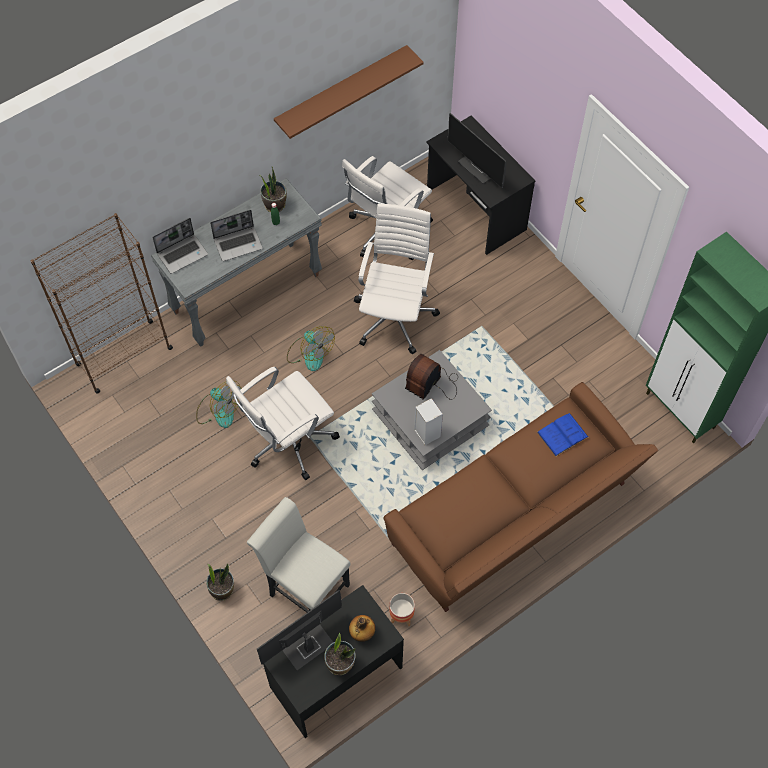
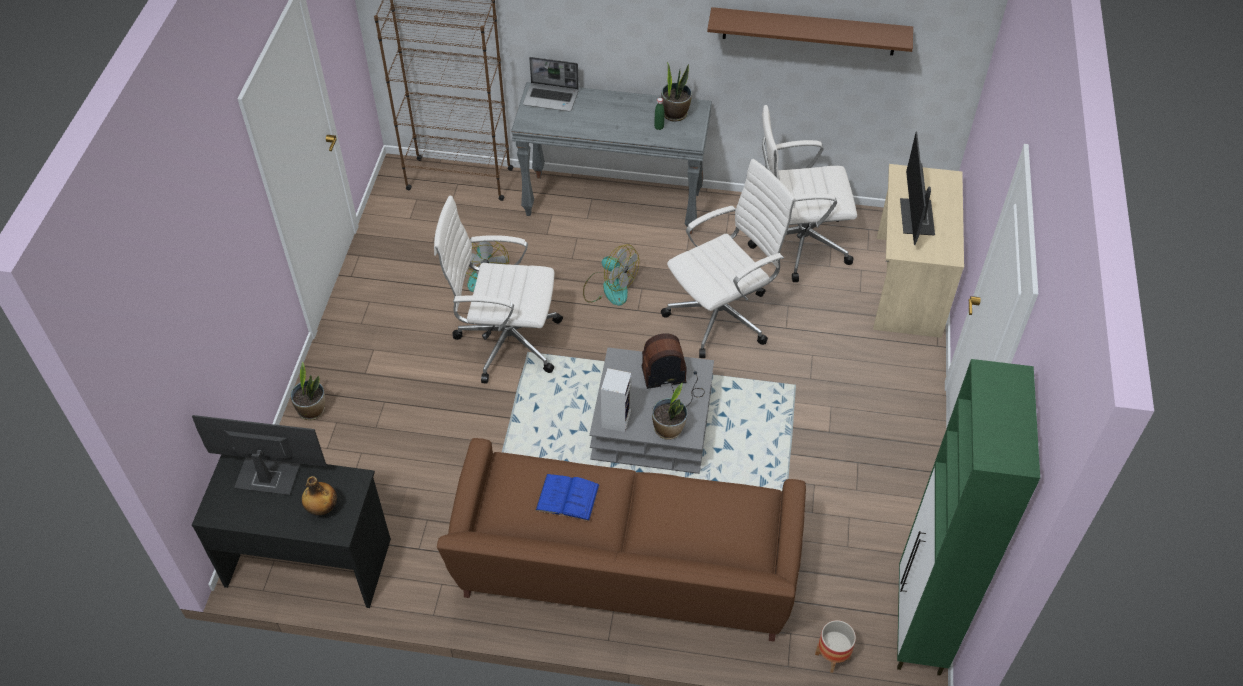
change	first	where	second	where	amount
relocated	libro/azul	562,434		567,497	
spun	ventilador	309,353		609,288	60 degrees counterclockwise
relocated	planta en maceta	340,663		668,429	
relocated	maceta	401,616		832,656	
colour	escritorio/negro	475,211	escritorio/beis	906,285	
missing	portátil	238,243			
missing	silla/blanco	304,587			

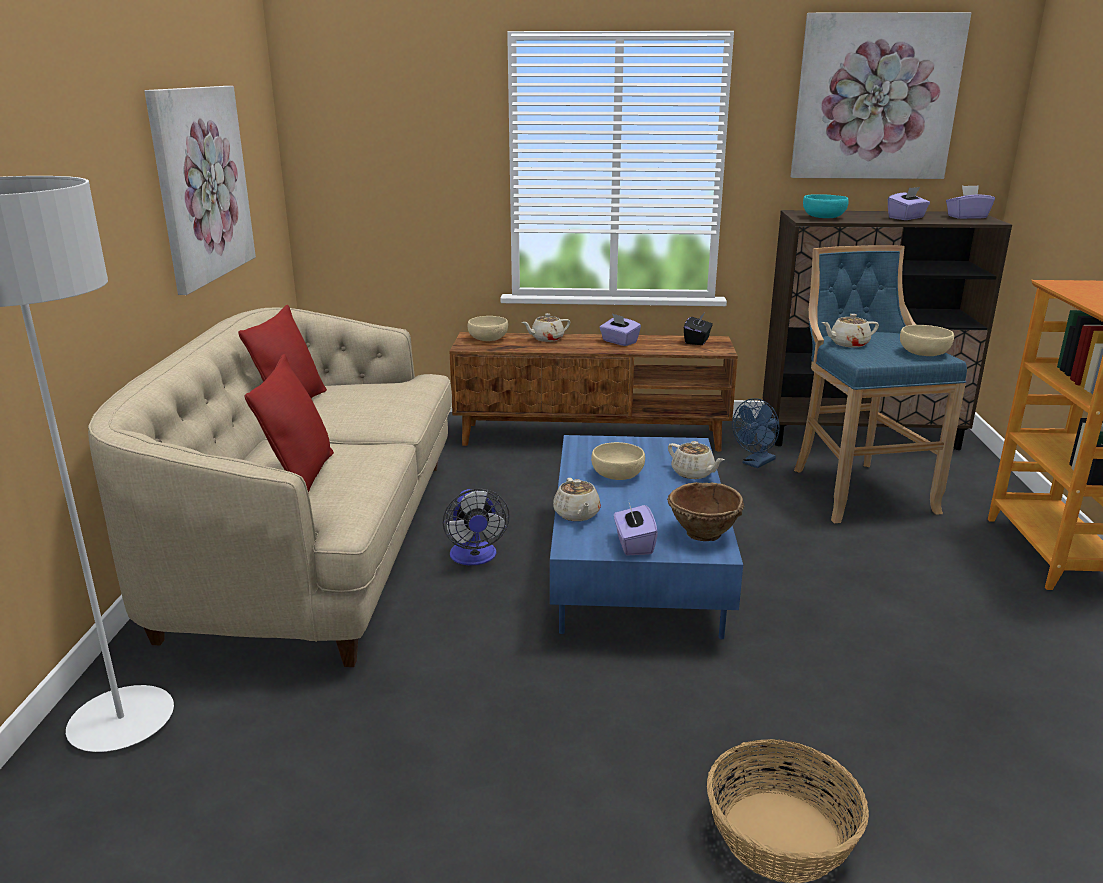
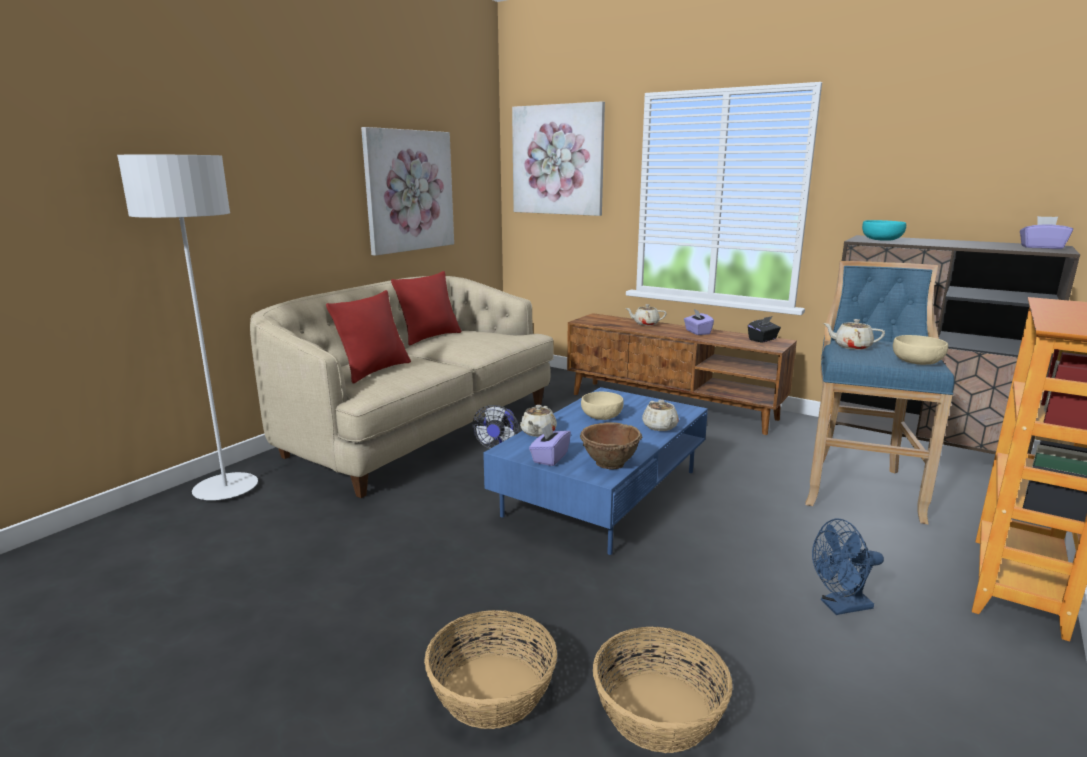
change	first	where	second	where	amount
relocated	cuadro	876,98		557,160	
appeared			cesta	658,712	
relocated	ventilador/azul	756,463		840,606	
missing	cuenco/beis	488,338			
missing	caja de pañuelos/morado	906,218			

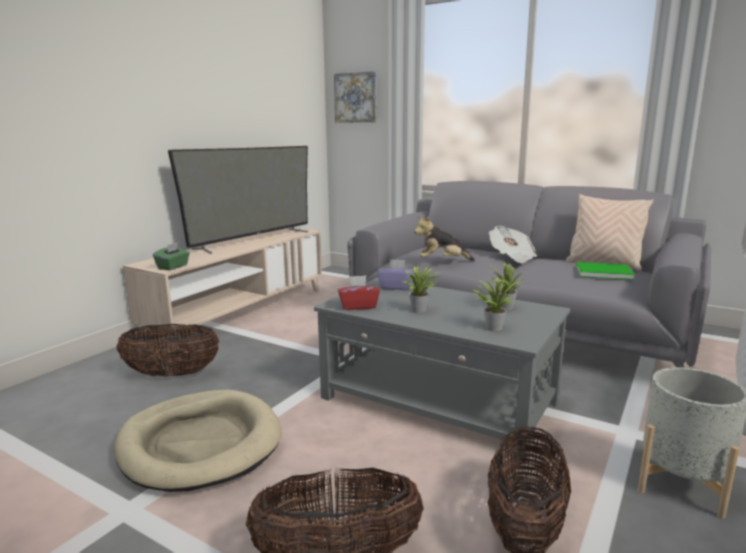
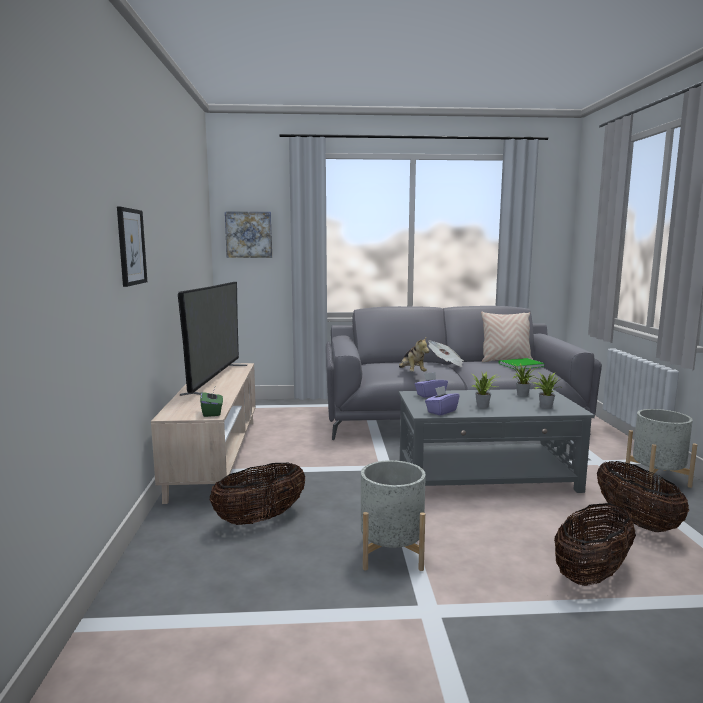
change	first	where	second	where	amount
appeared			cuadro	131,247	
exchanged	cama para perro/beis	200,444	maceta/gris	391,554	
spun	peluche	442,261		412,373	75 degrees counterclockwise
colour	caja de pañuelos/rojo	358,306	caja de pañuelos/morado	441,411	

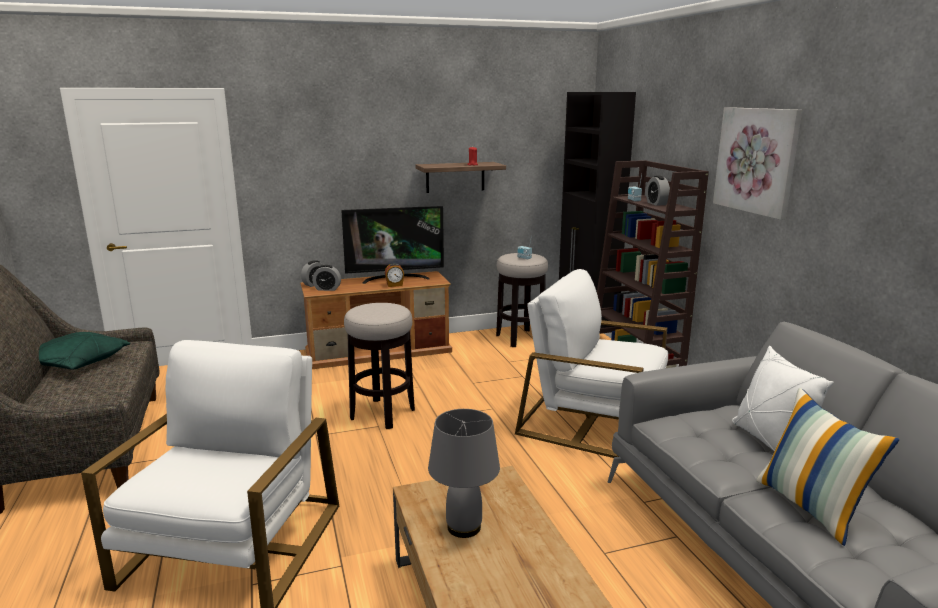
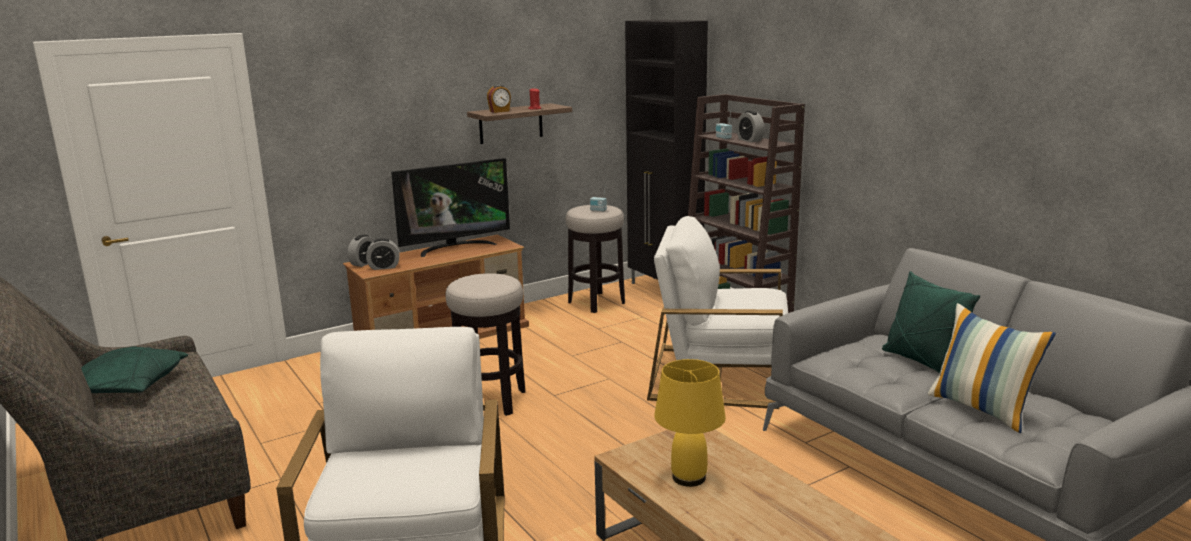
change	first	where	second	where	amount
relocated	despertador	394,285		499,111	
colour	lámpara de mesa/gris	464,527	lámpara de mesa/amarillo	689,478	
colour	cojín/blanco	769,442	cojín/verde	922,362	
missing	cuadro	756,160			

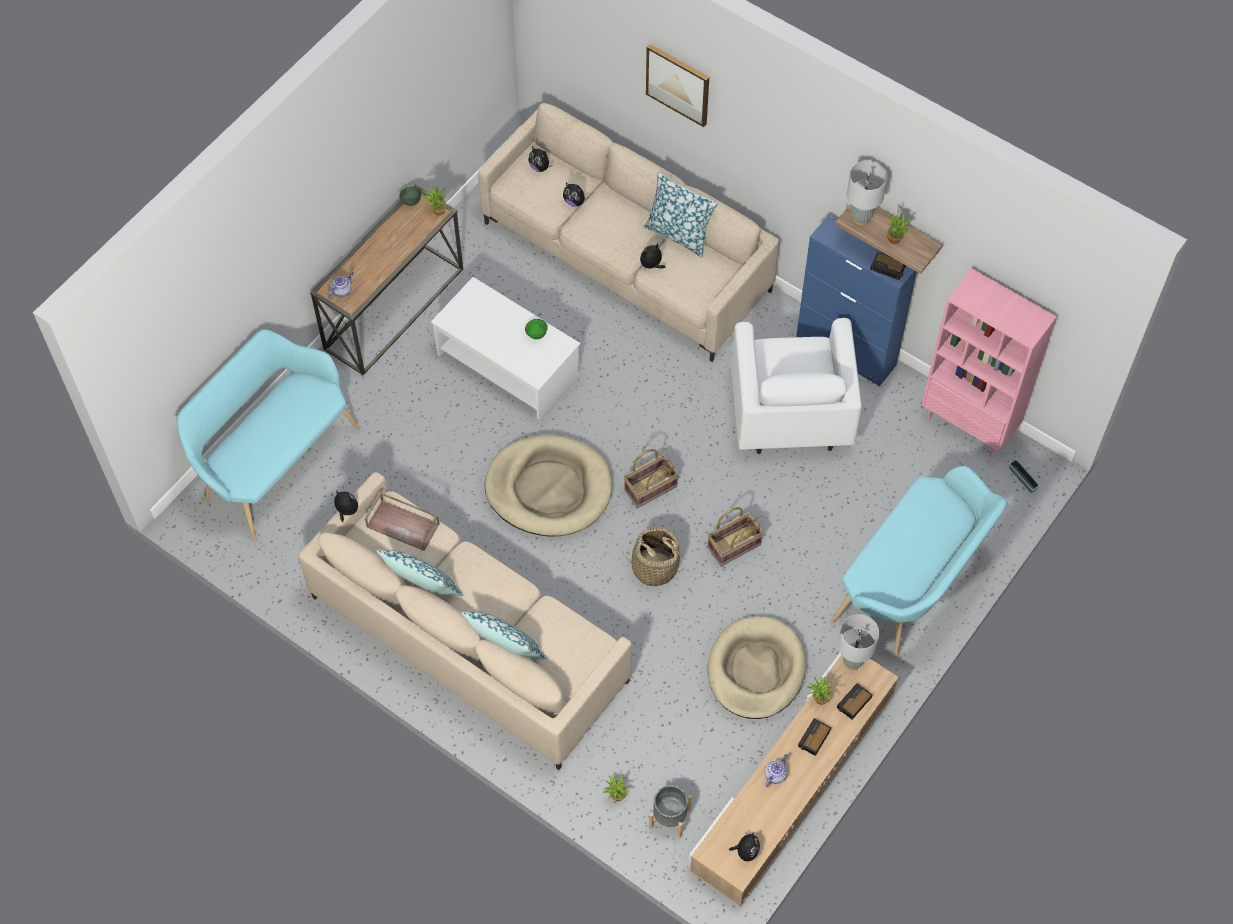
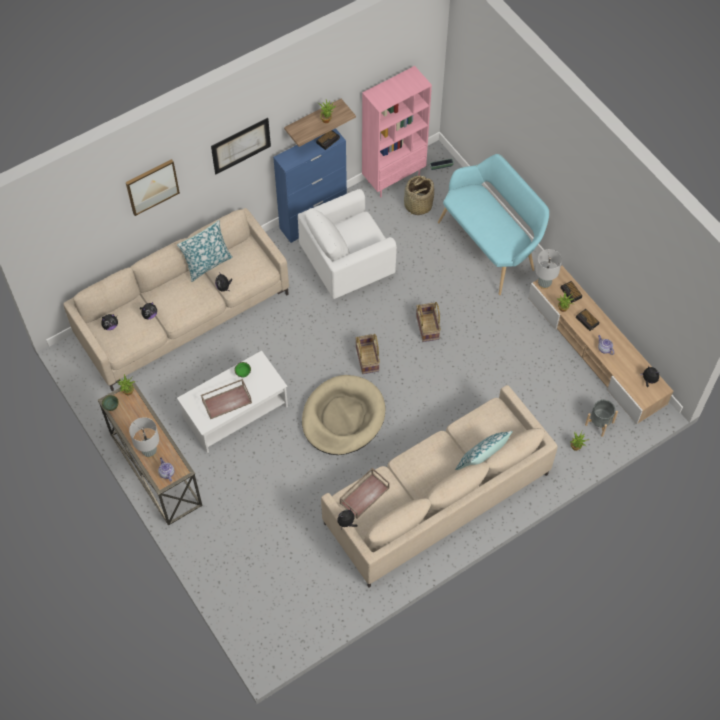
change	first	where	second	where	amount
relocated	lámpara de mesa/gris	861,218		149,452	
appeared			bandeja/marrón	227,401	
appeared			cuadro	241,145	
spun	sillón/blanco	790,415		347,266	135 degrees clockwise
relocated	cesta	654,567		417,205	
missing	banco/turquesa	275,462			
missing	cojín	423,589			
missing	cama para perro/beis	756,670			

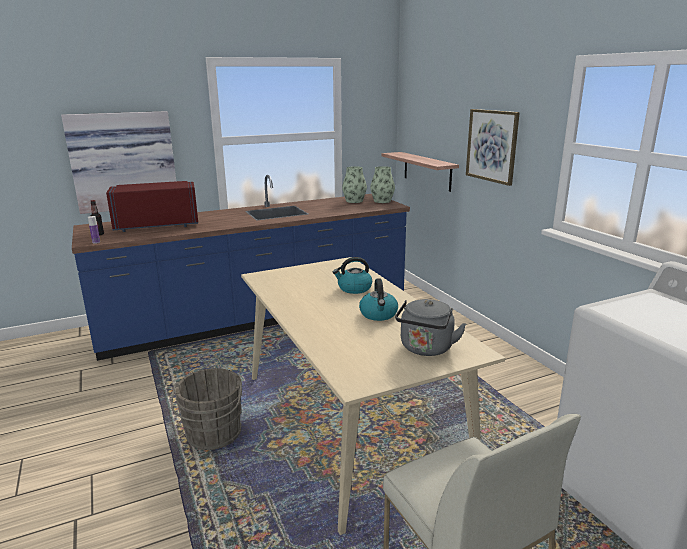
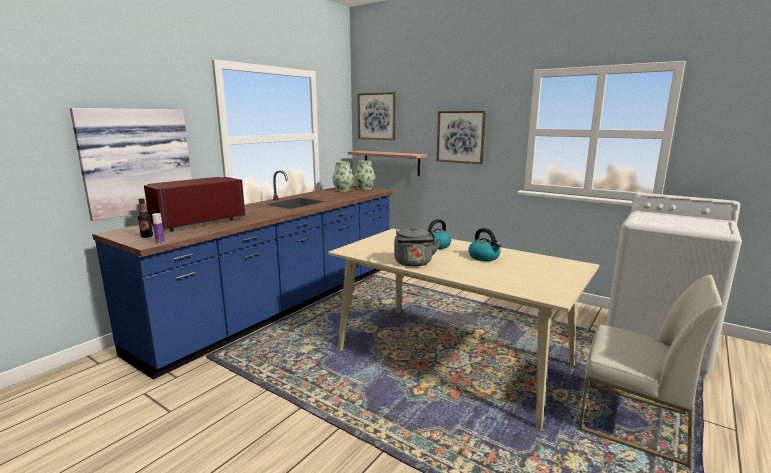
change	first	where	second	where	amount
appeared			cuadro	376,116	
relocated	hervidor/gris	426,349		414,263	
missing	cubo/gris	213,436			

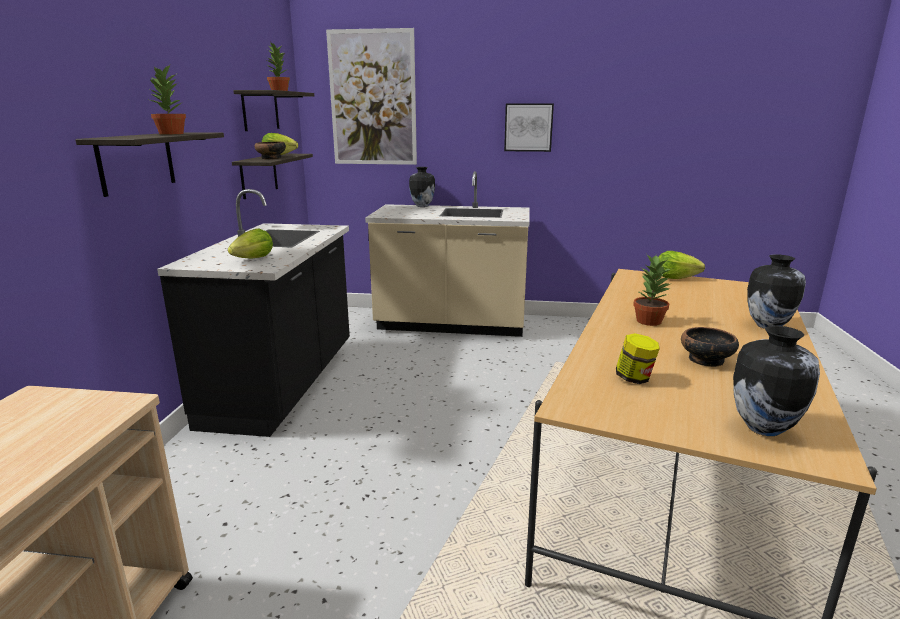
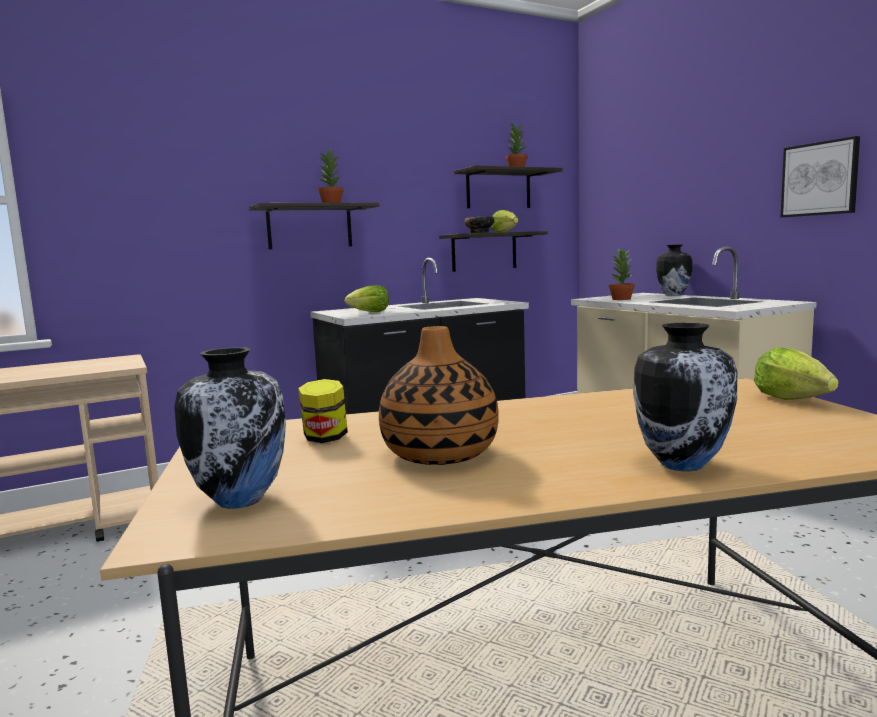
change	first	where	second	where	amount
exchanged	cuenco	705,360	florero	439,454	
relocated	planta en maceta	648,321		621,299	
missing	cuadro	373,99			

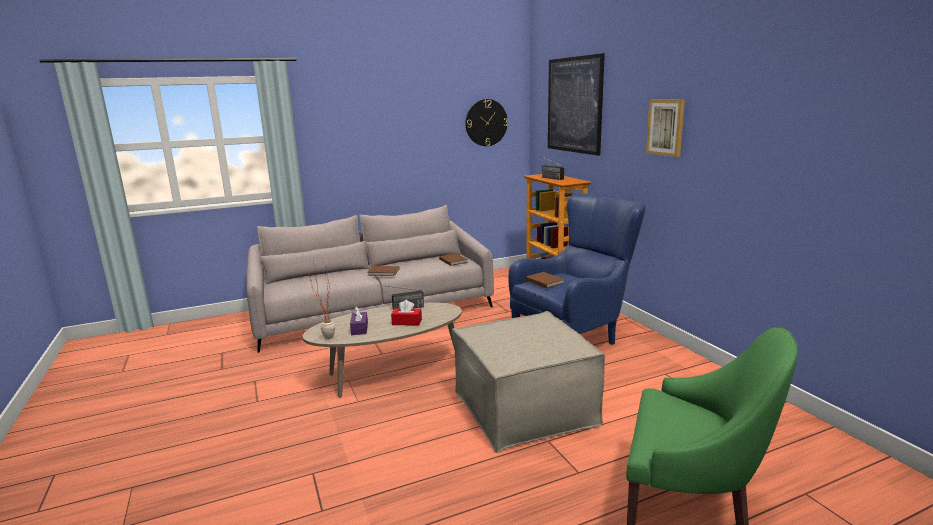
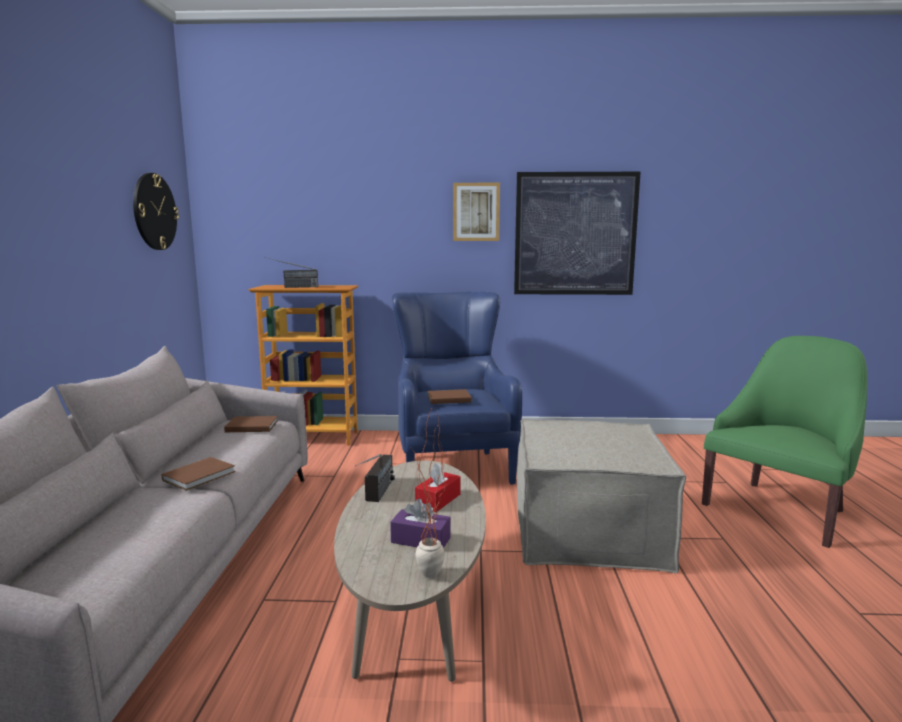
change	first	where	second	where	amount
relocated	cuadro	574,105		575,234	

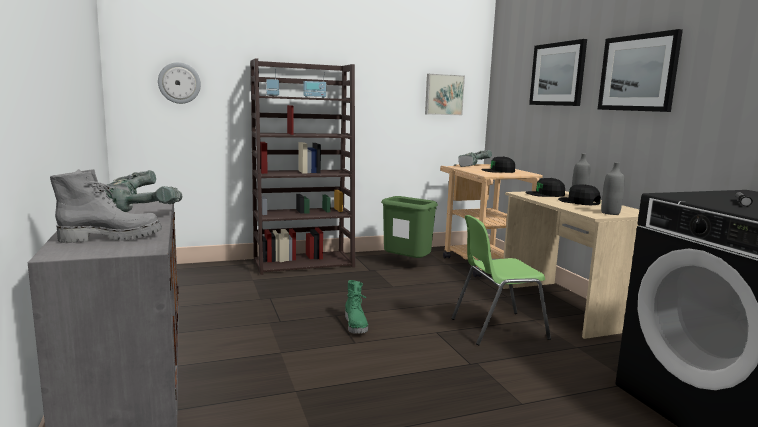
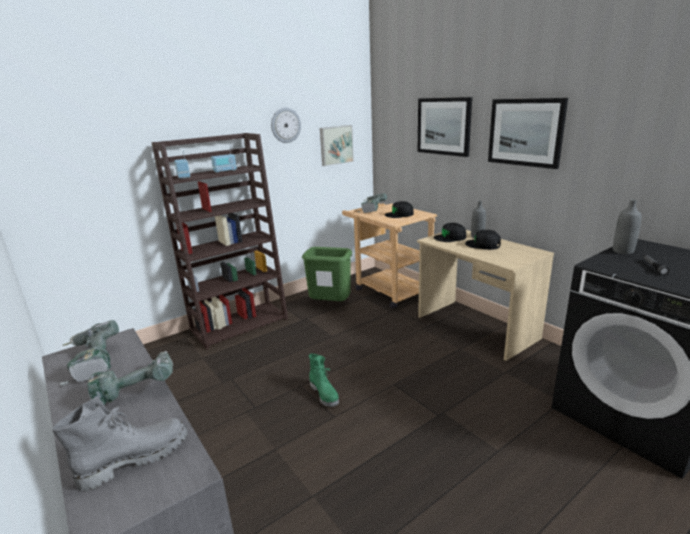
change	first	where	second	where	amount
relocated	reloj de pared	179,83		285,125	
relocated	botella/gris	610,213		622,251	
missing	silla/verde	496,328			

